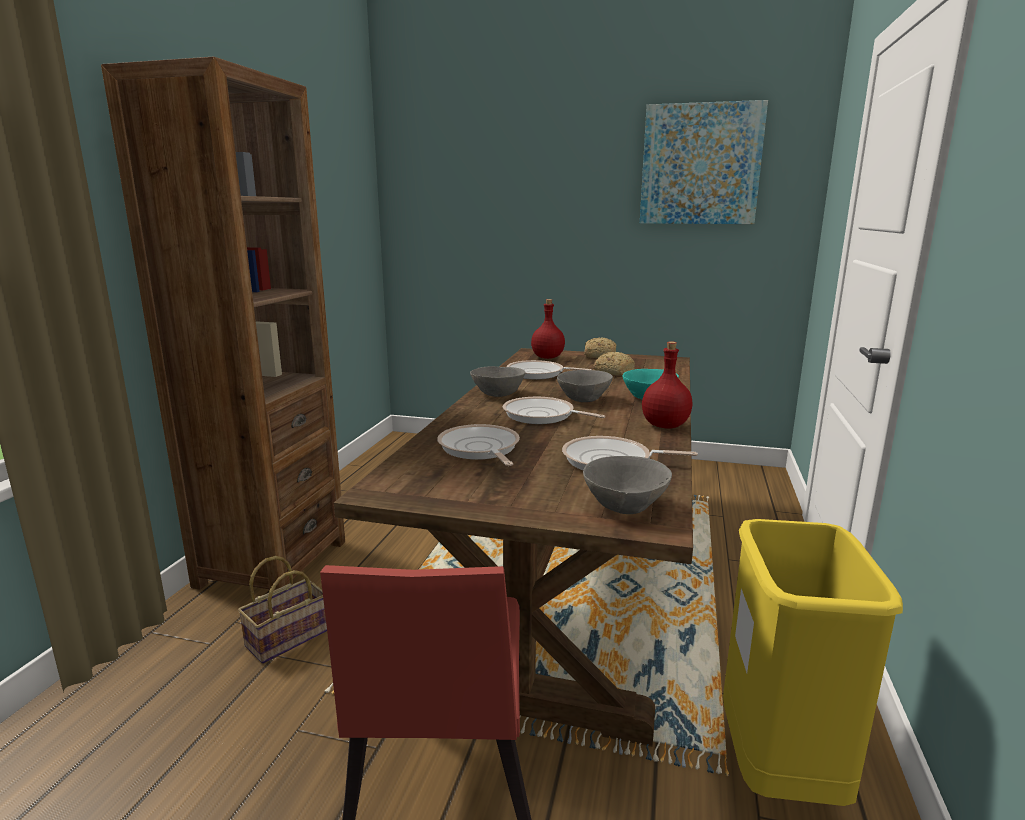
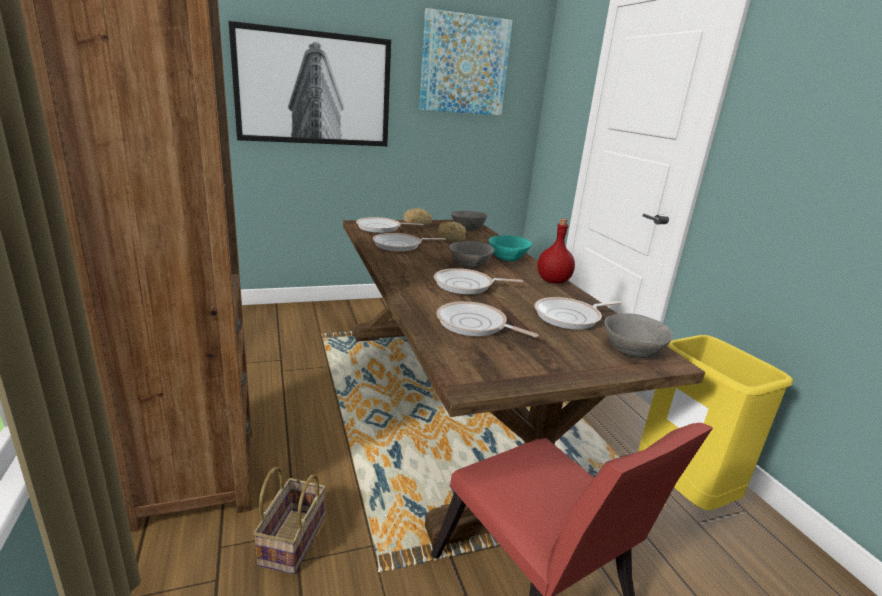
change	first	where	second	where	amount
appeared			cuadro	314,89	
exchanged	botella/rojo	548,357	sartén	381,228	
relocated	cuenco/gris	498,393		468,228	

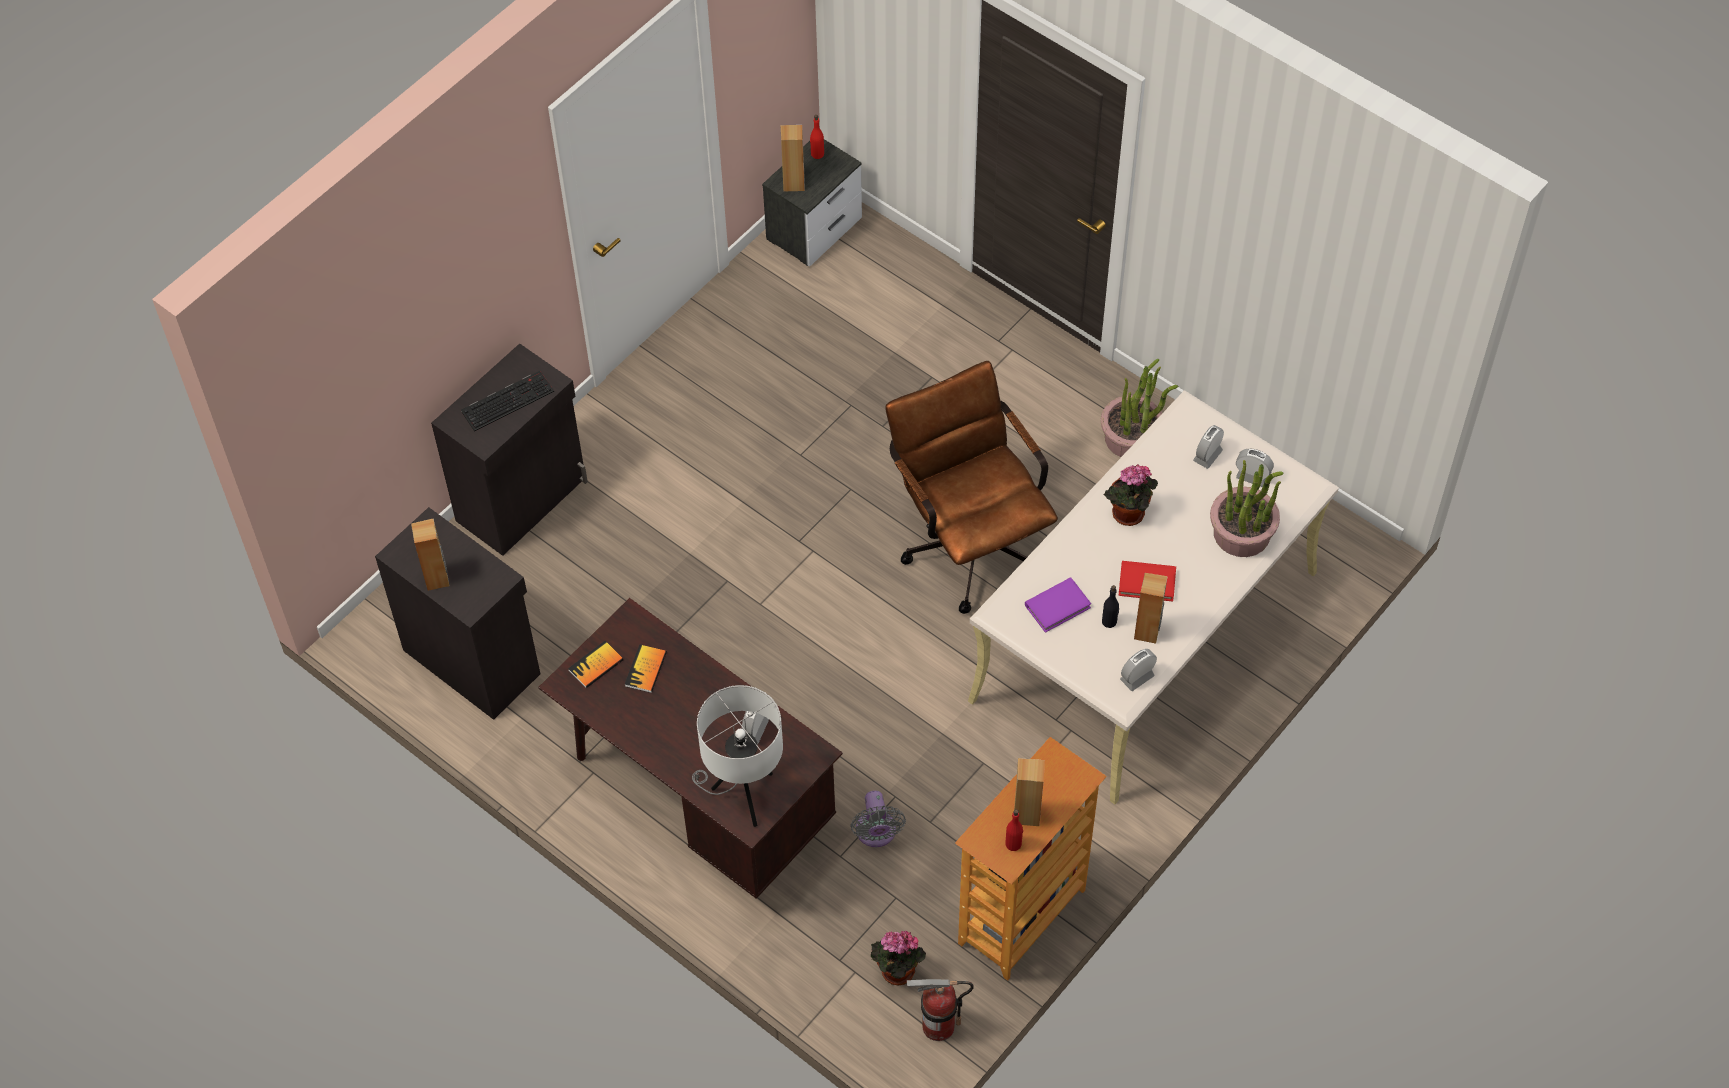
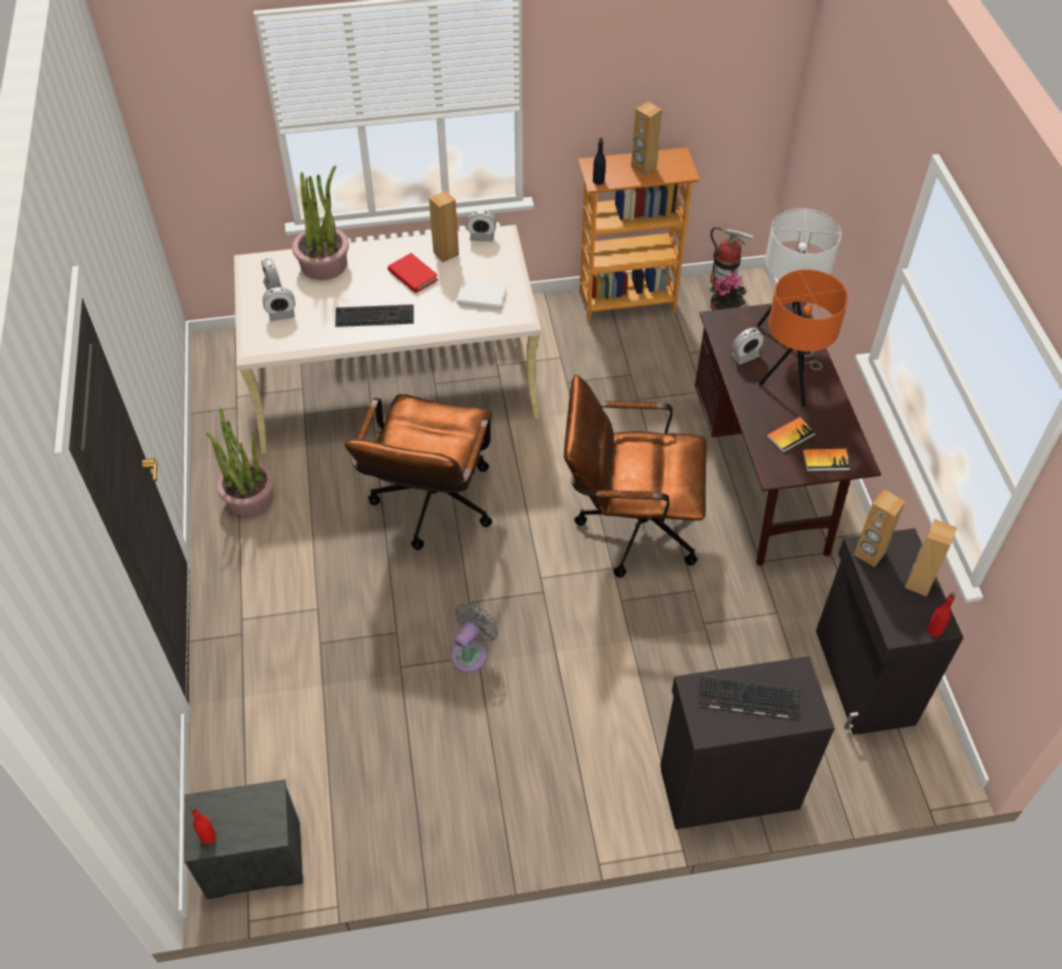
change	first	where	second	where	amount
exchanged	planta en maceta	1127,516	teclado	375,315	
relocated	ventilador/gris	876,833		471,653	
colour	libro/morado	1057,606	libro/blanco	481,297	
appeared			silla de oficina/marrón	628,526	
relocated	botella/negro	1109,621		598,181	
appeared			lámpara de mesa/naranja	790,386	
relocated	altavoz/marrón	793,183		869,554	
relocated	botella/rojo	1013,843		934,630	

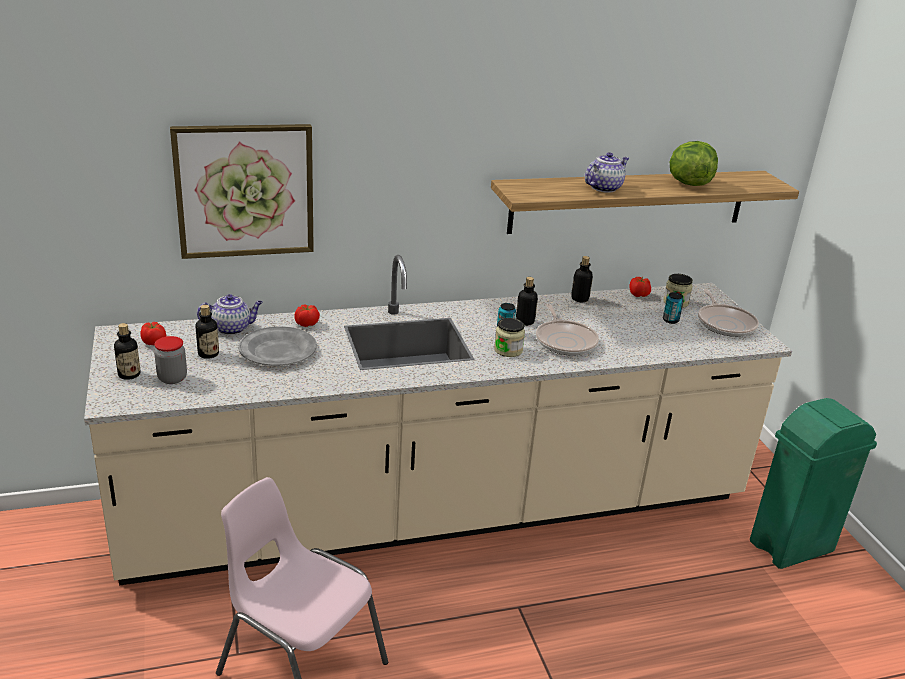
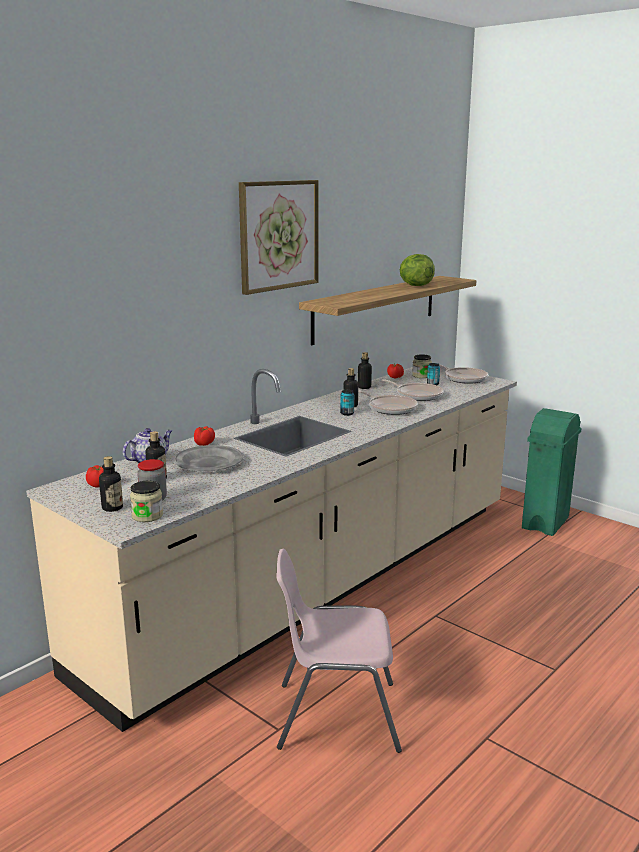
change	first	where	second	where	amount
relocated	tarro	508,350		147,516	
relocated	cuadro	245,190		278,235	
appeared			sartén	417,395	
missing	tetera	604,188			

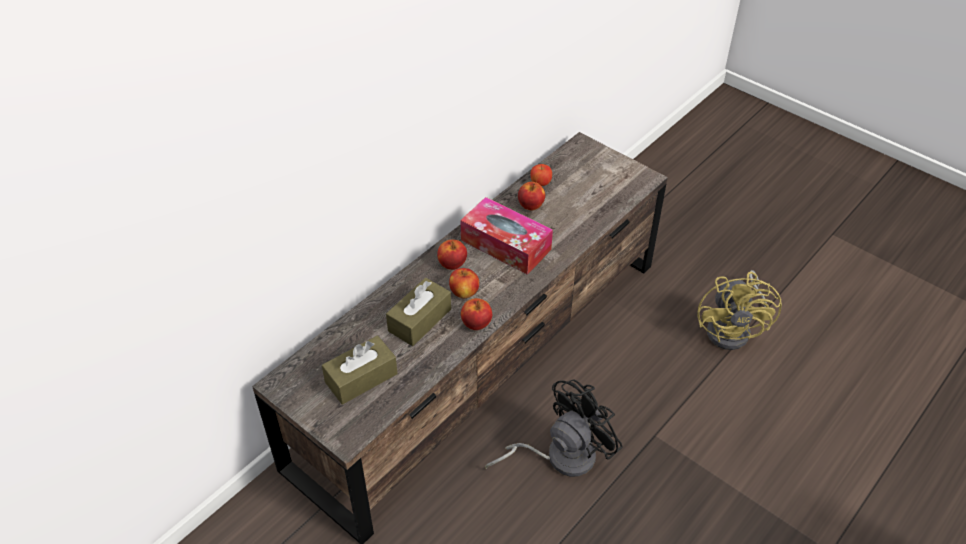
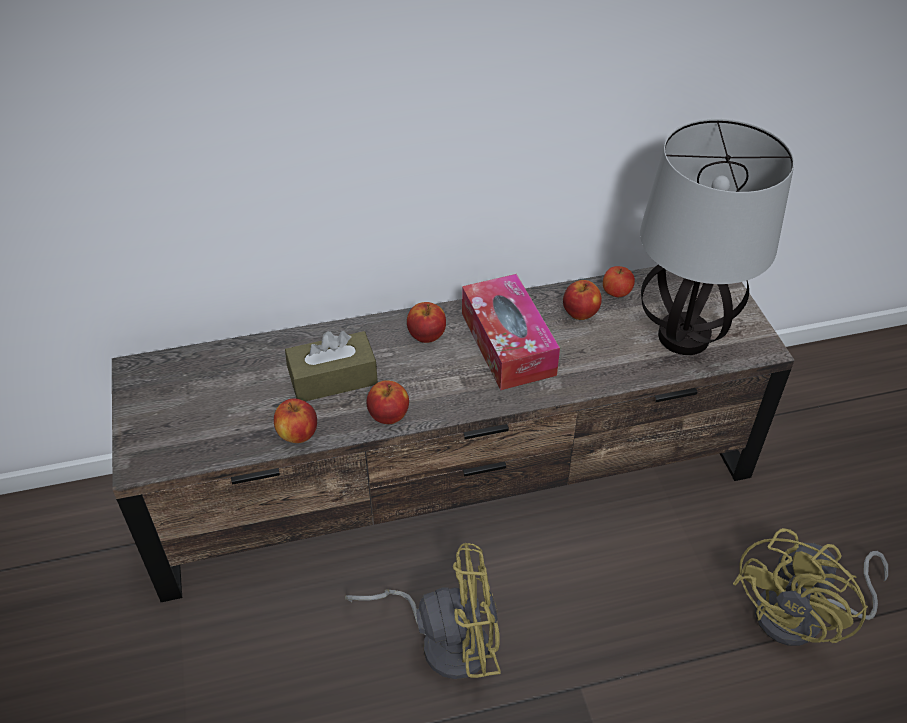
change	first	where	second	where	amount
relocated	manzana	464,292		298,434	
colour	ventilador/negro	560,456	ventilador/amarillo	444,639	
appeared			lámpara de mesa	683,338	
missing	caja de pañuelos/marrón	361,378			

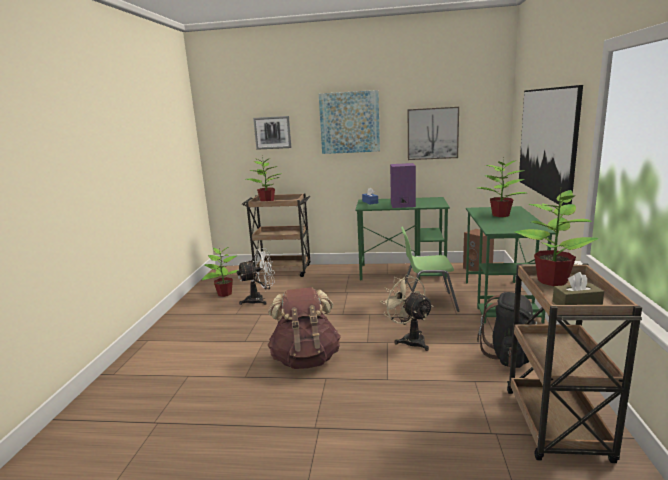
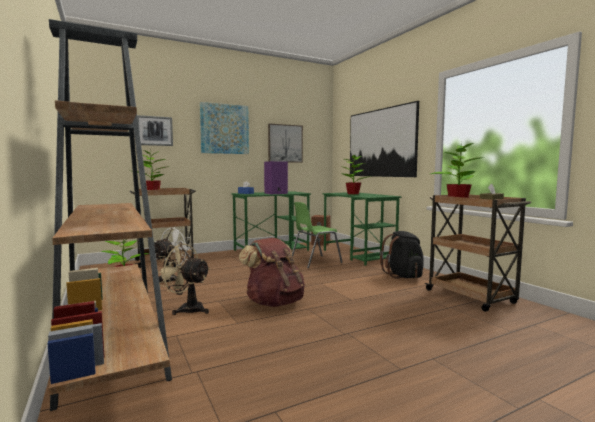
change	first	where	second	where	amount
appeared			estantería/marrón	112,341	
relocated	ventilador/beis	410,339		187,309	

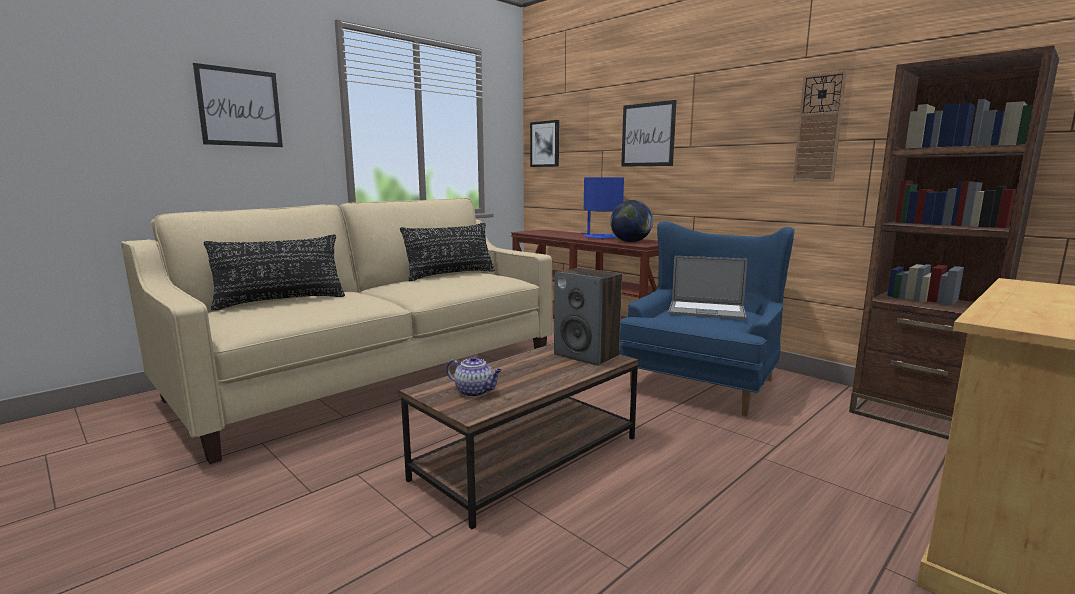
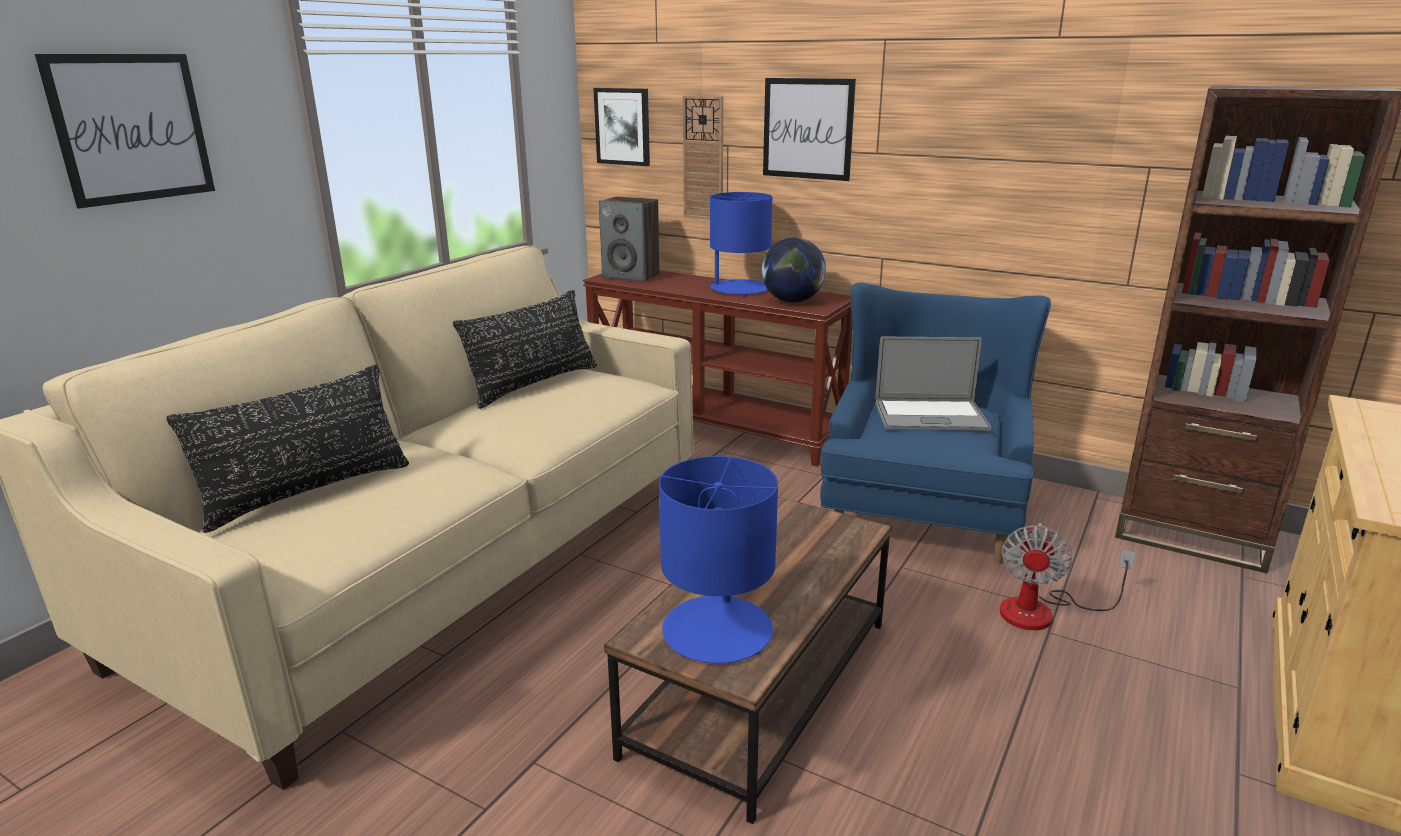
change	first	where	second	where	amount
relocated	altavoz	587,355		632,276	
exchanged	tetera	475,392	lámpara de mesa/azul	717,630	
relocated	reloj de pared	819,128		703,158	
appeared			ventilador	1042,611	

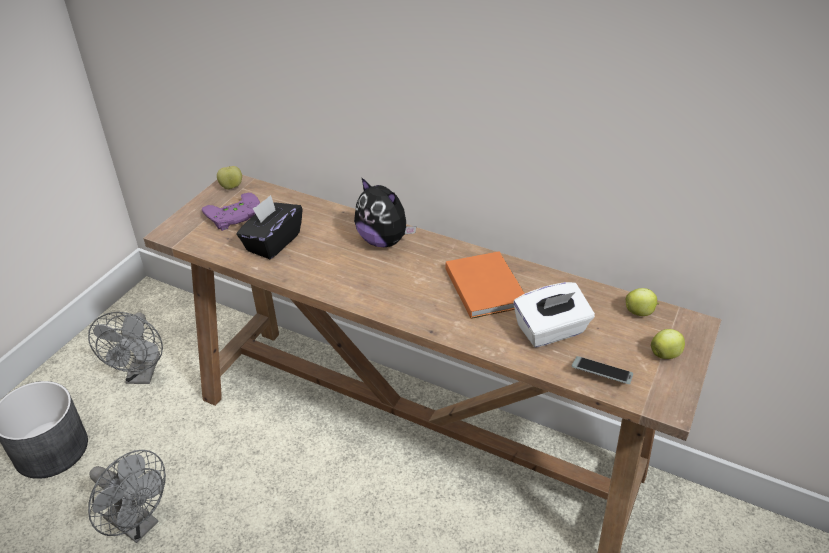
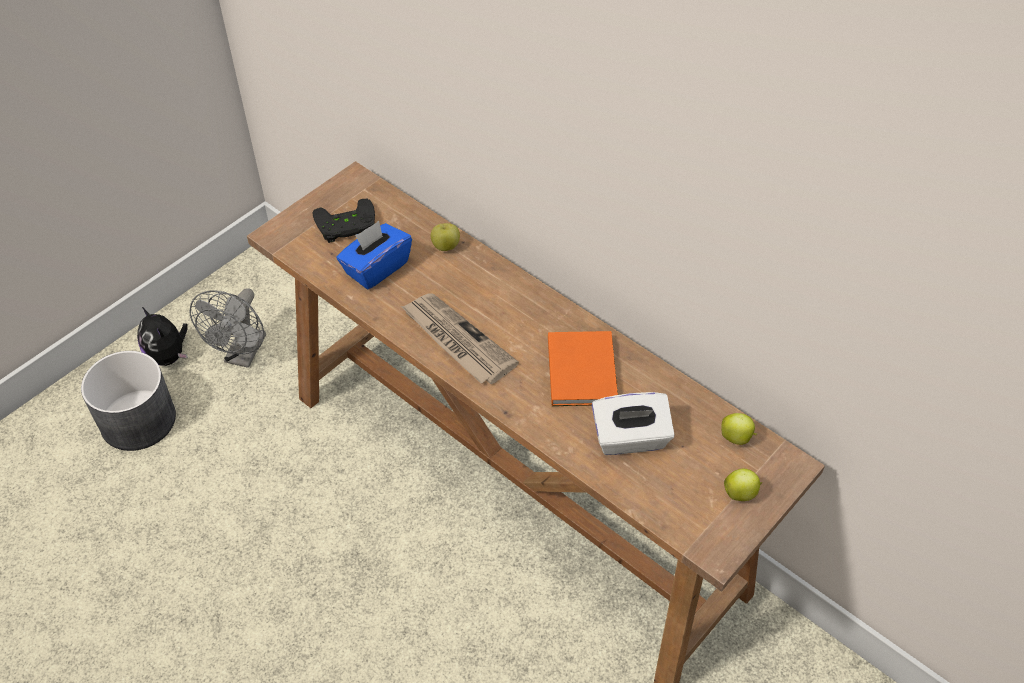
change	first	where	second	where	amount
relocated	peluche	383,241		169,355	
colour	mando de consola/morado	235,217	mando de consola/negro	346,227	
colour	caja de pañuelos/negro	272,242	caja de pañuelos/azul	376,268	
appeared			periódico	456,340	
relocated	manzana	231,187		445,246	
missing	ventilador/gris	138,524			
missing	móvil	601,374			

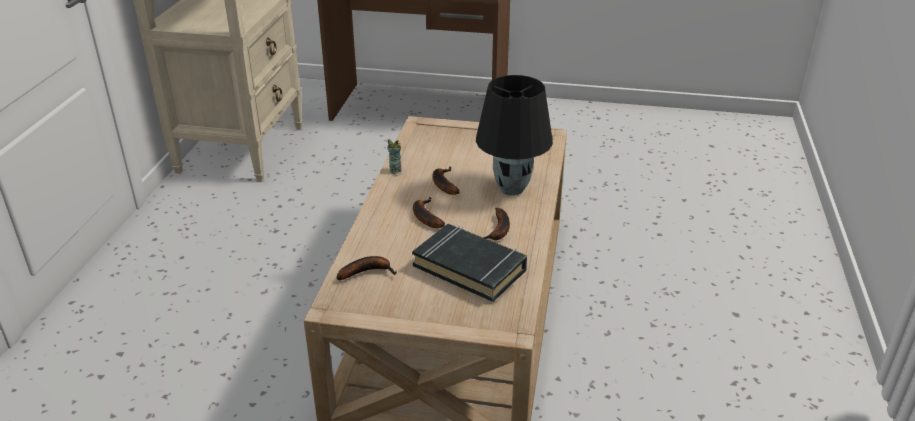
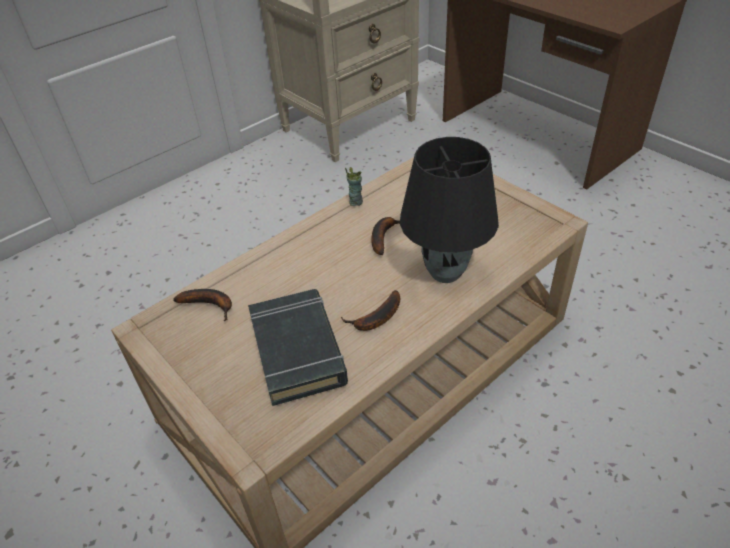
change	first	where	second	where	amount
missing	plátano	425,217			

